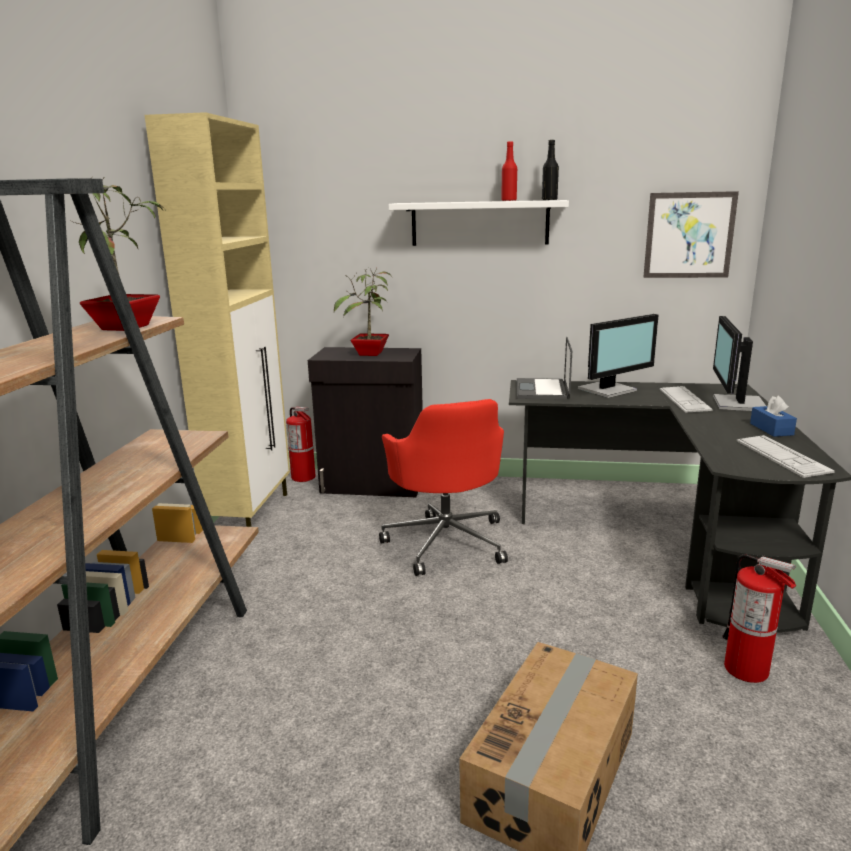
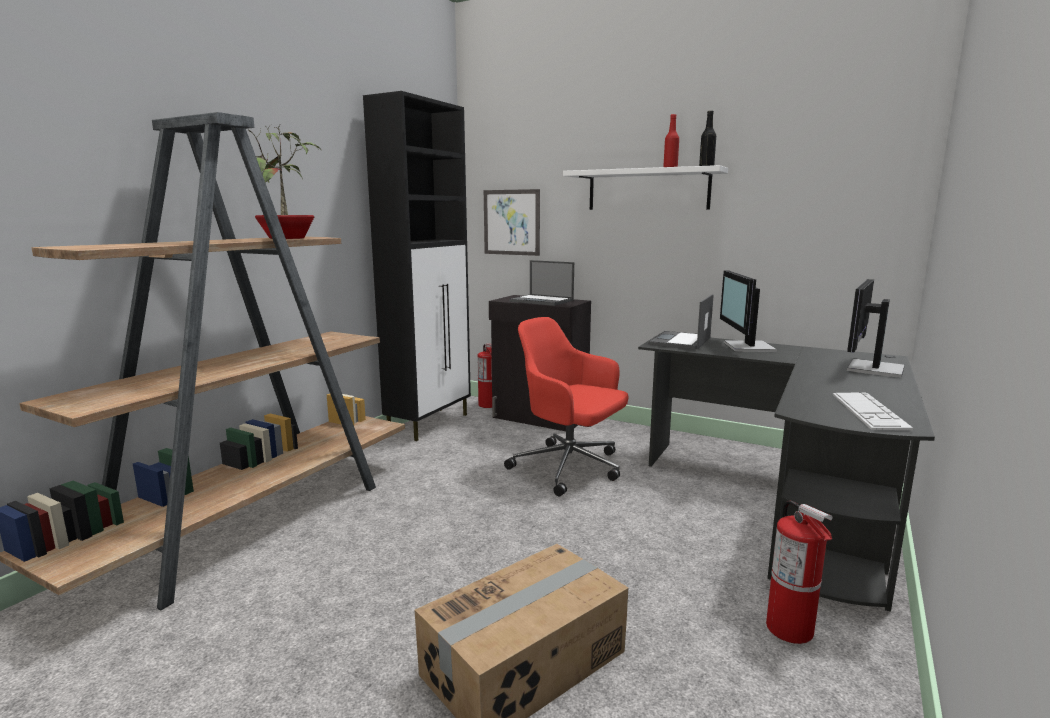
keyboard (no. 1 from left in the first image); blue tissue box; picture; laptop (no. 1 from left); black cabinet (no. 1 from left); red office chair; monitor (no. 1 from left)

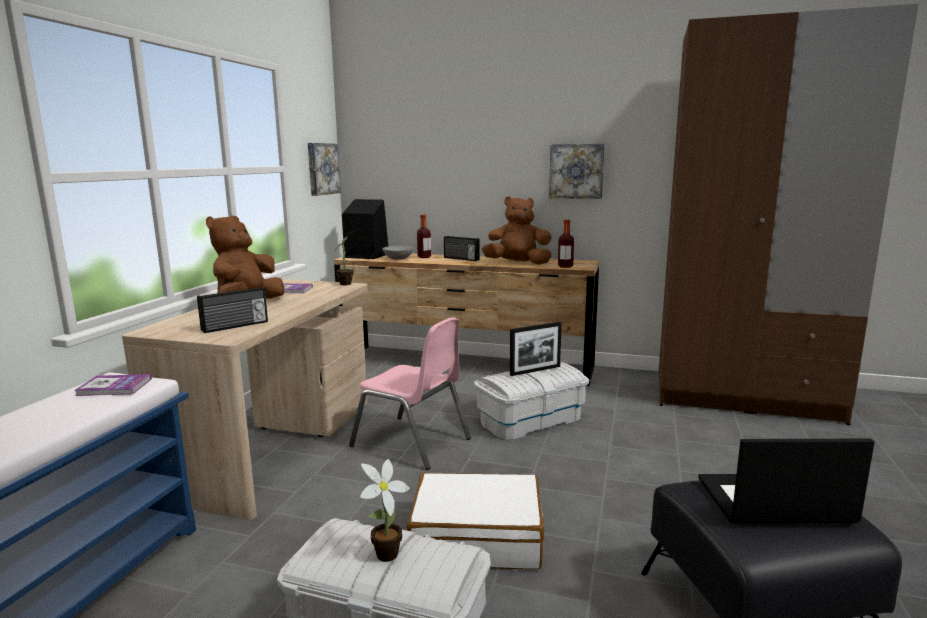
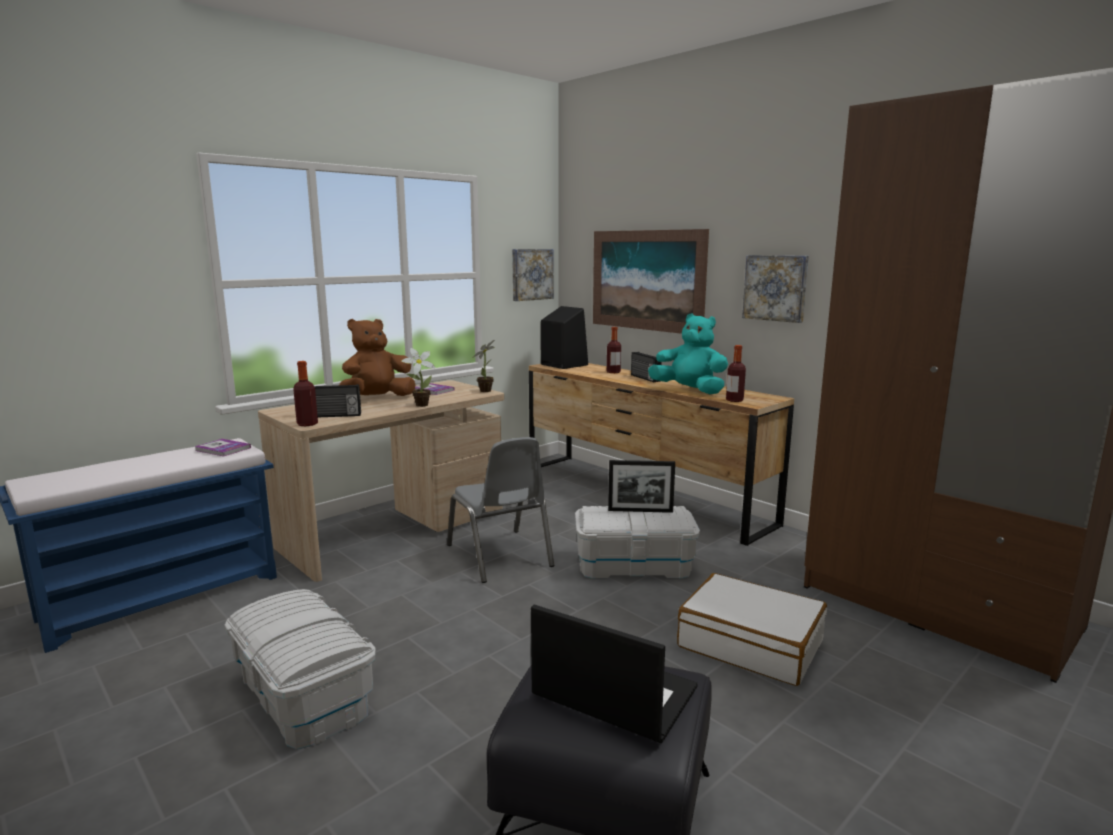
grey bowl; bottle (no. 1 from left); picture (no. 2 from left); potted plant (no. 1 from left); white suitcase; grey chair; turquoise plush toy

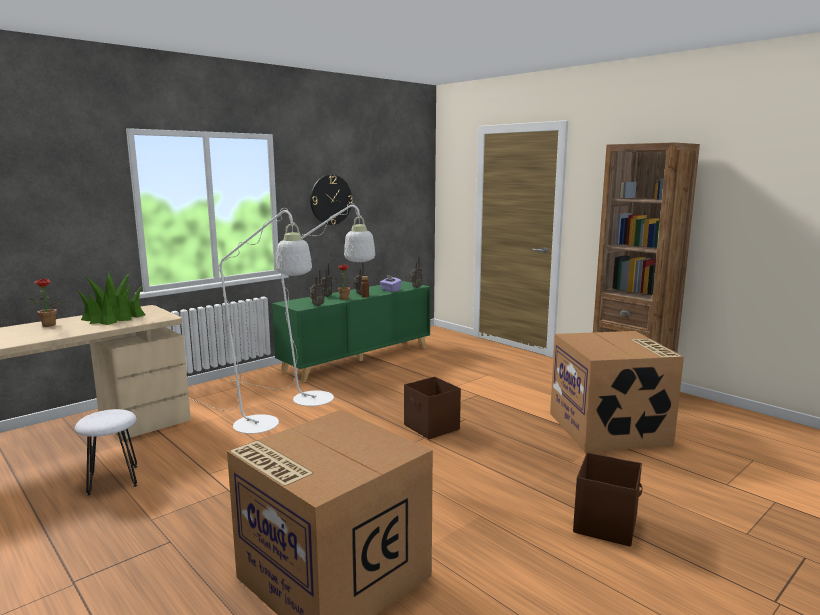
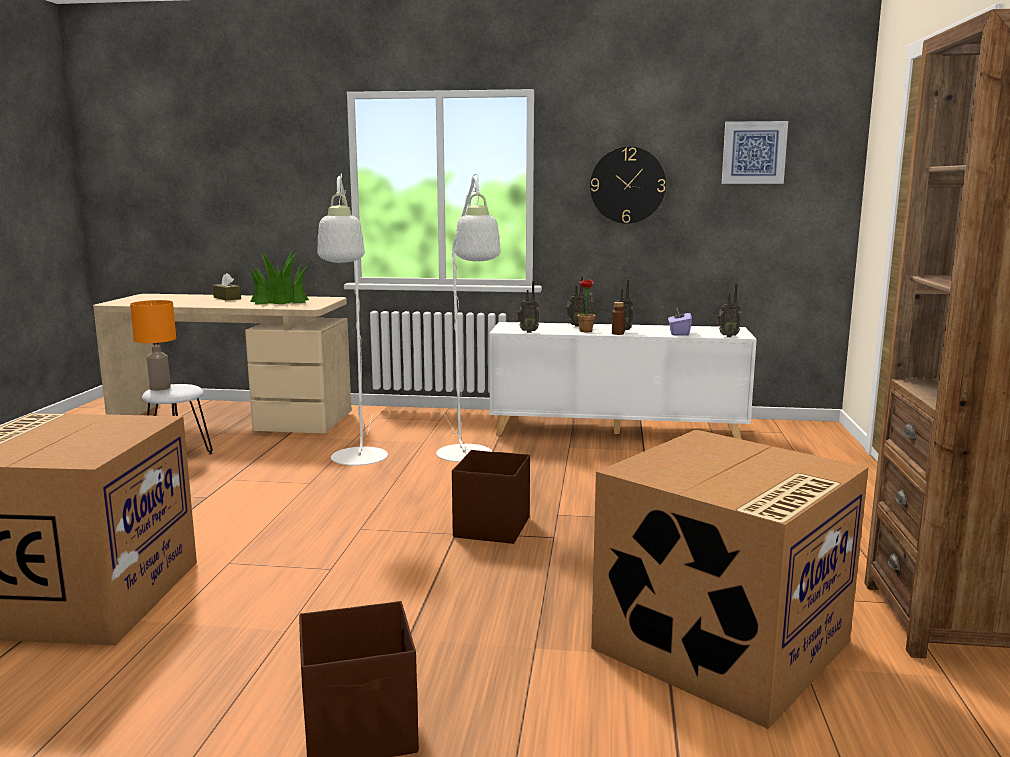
orange table lamp; picture; brown tissue box; white cabinet

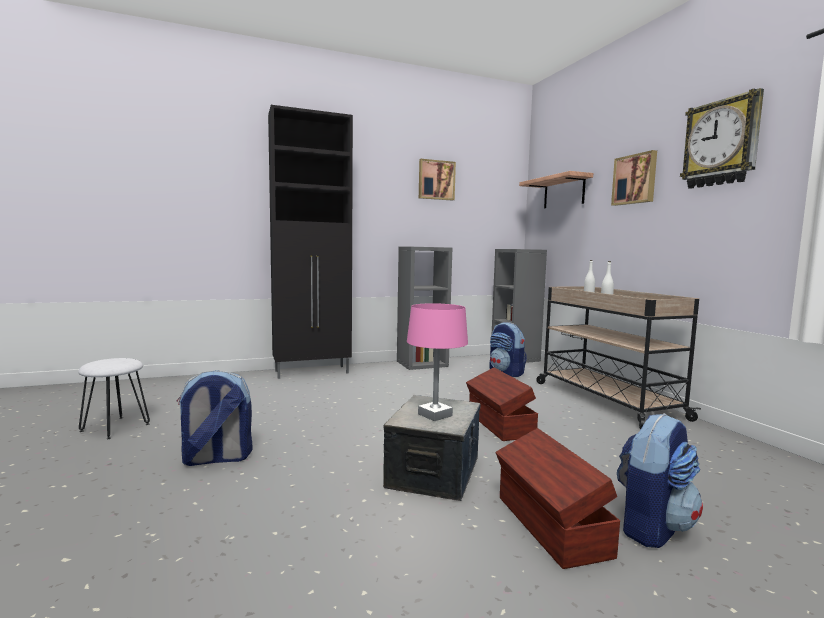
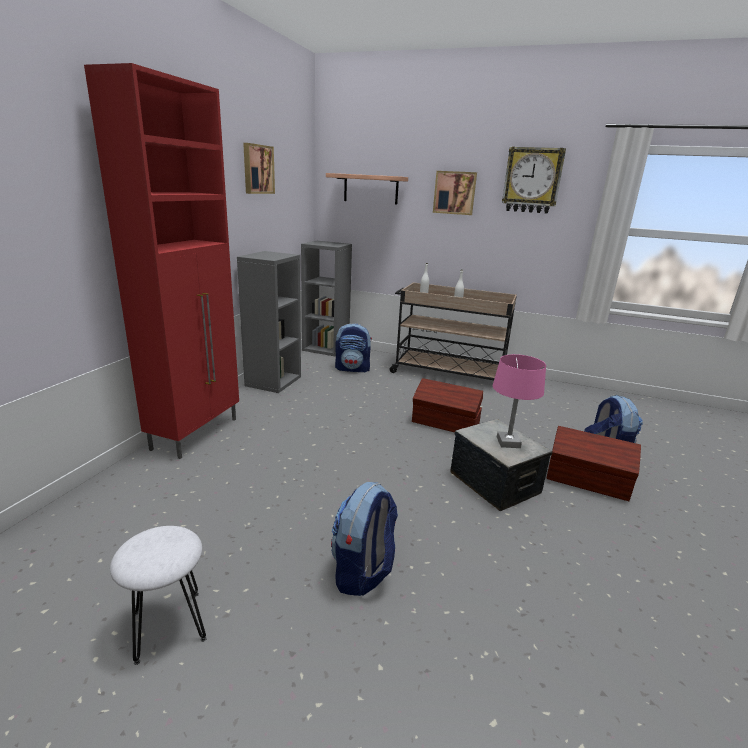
red cabinet

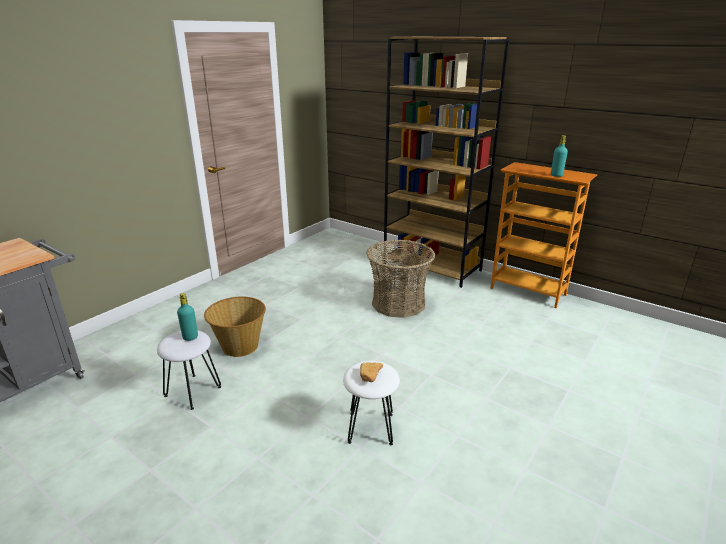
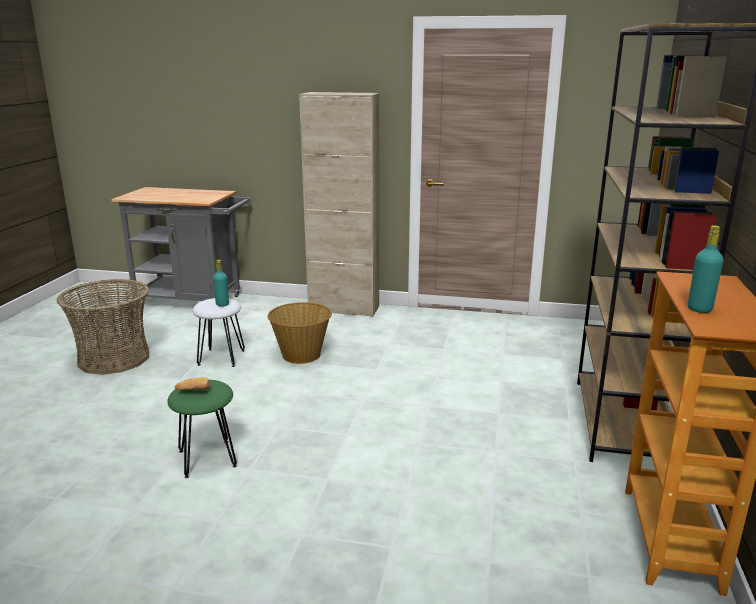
beige cabinet; basket (no. 1 from left); green stool

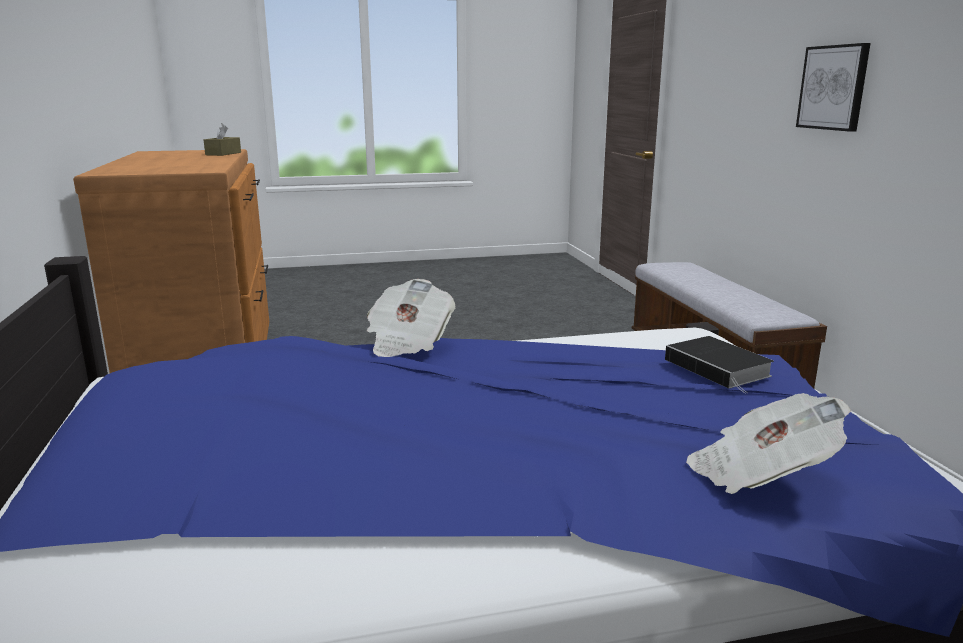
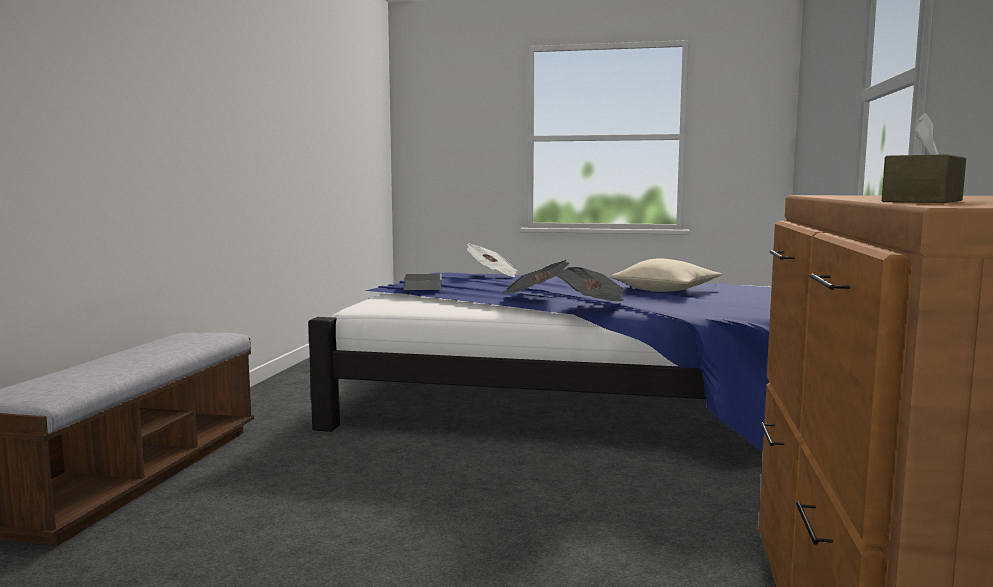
picture; newspaper (no. 2 from left); beige pillow

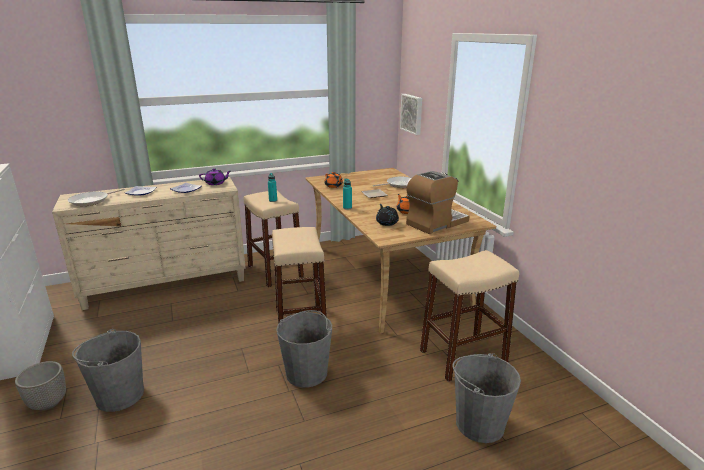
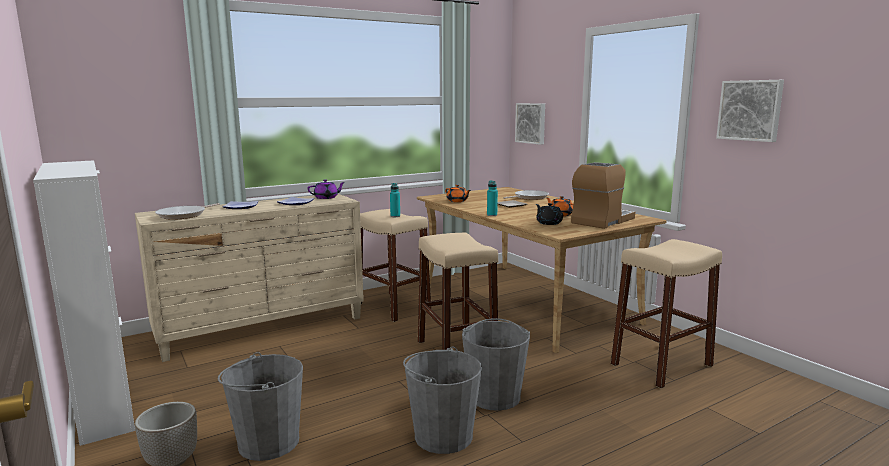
picture (no. 2 from left); grey bucket (no. 2 from left)

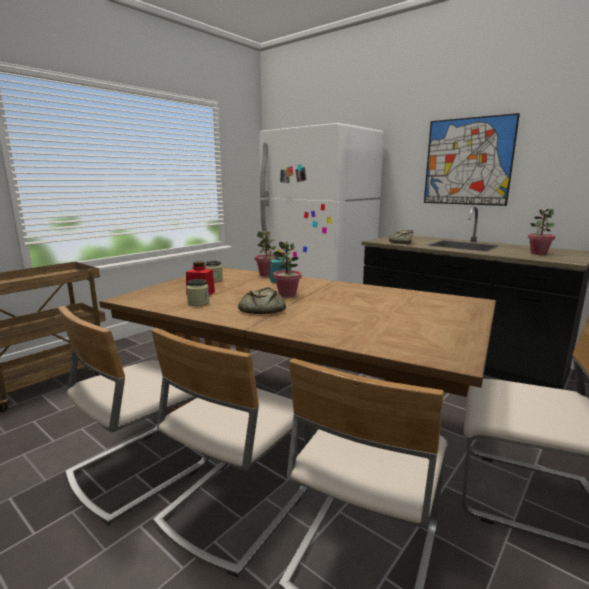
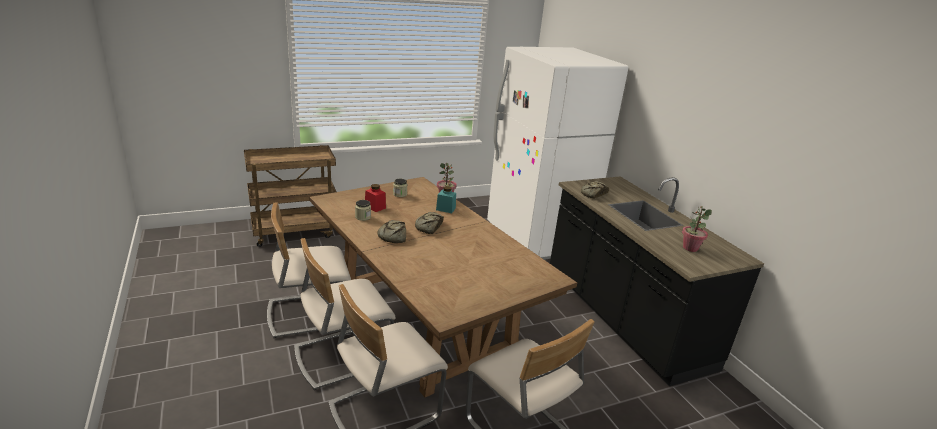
picture; bread (no. 2 from left)

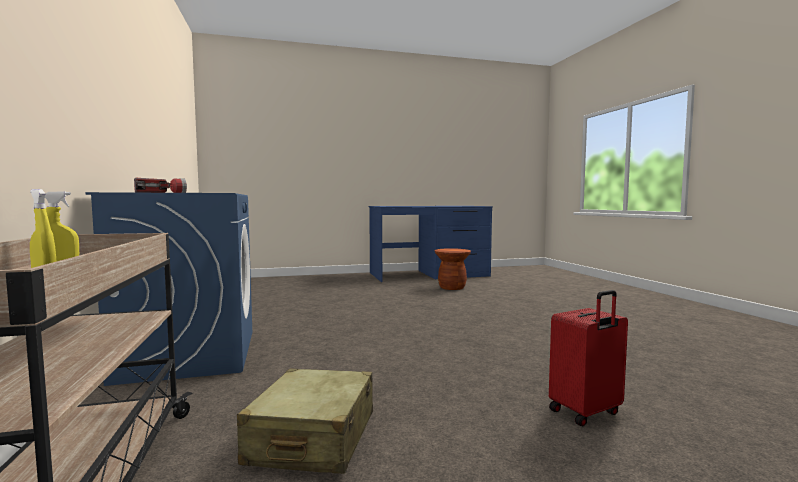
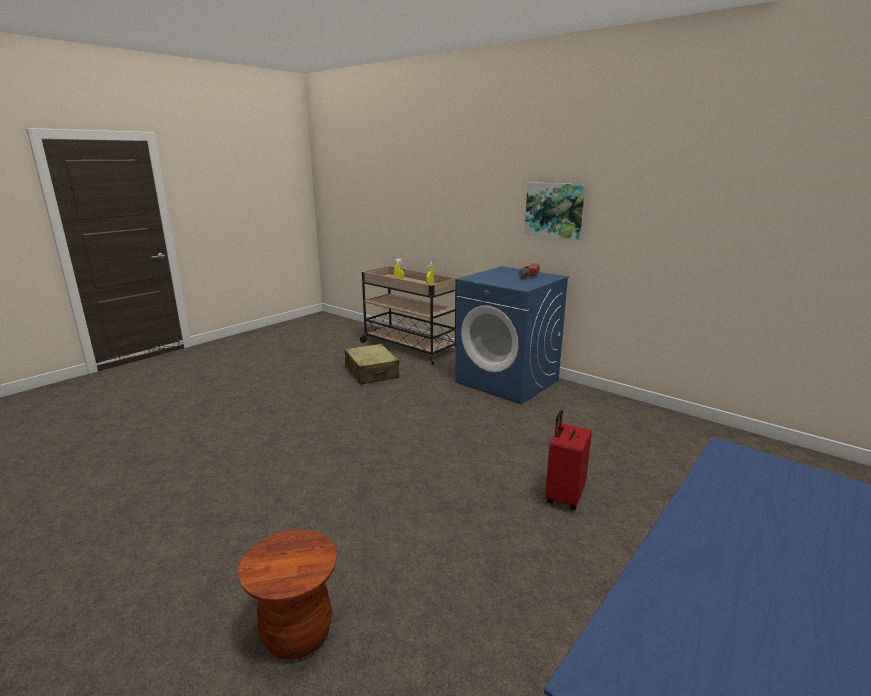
picture; brown stool; red suitcase

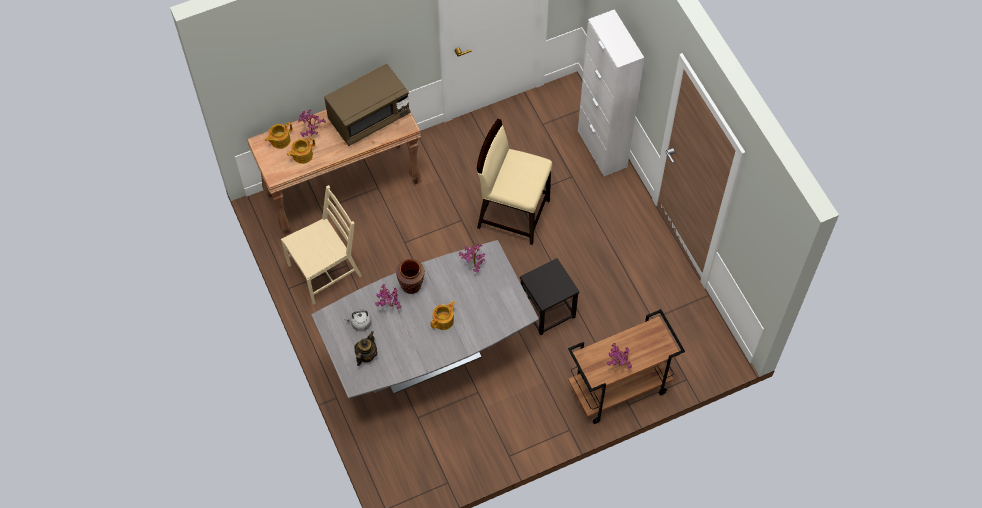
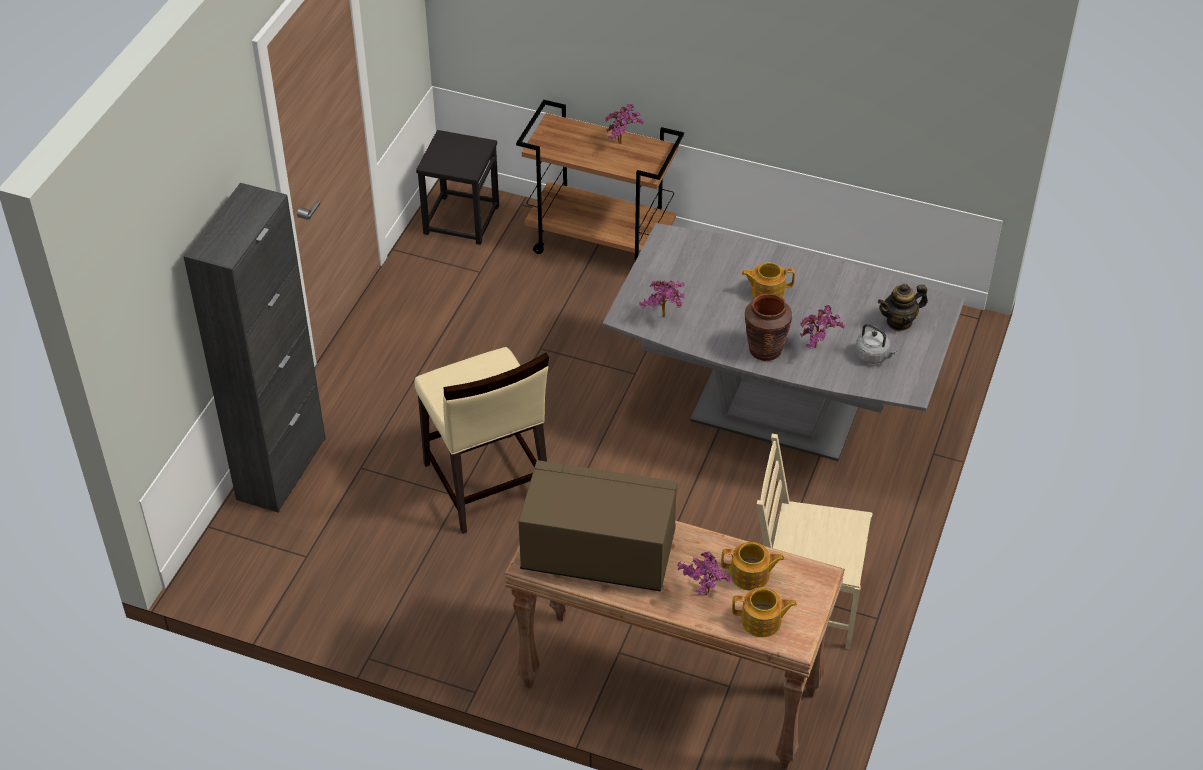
black stool; black cabinet

